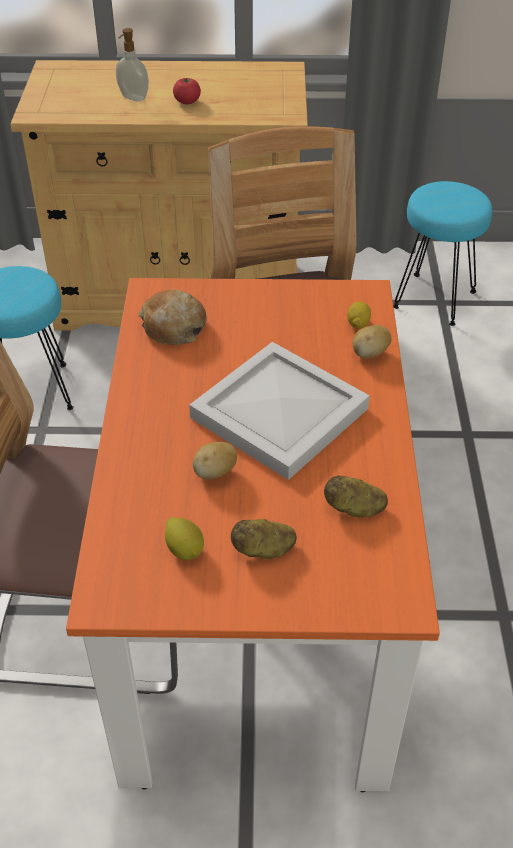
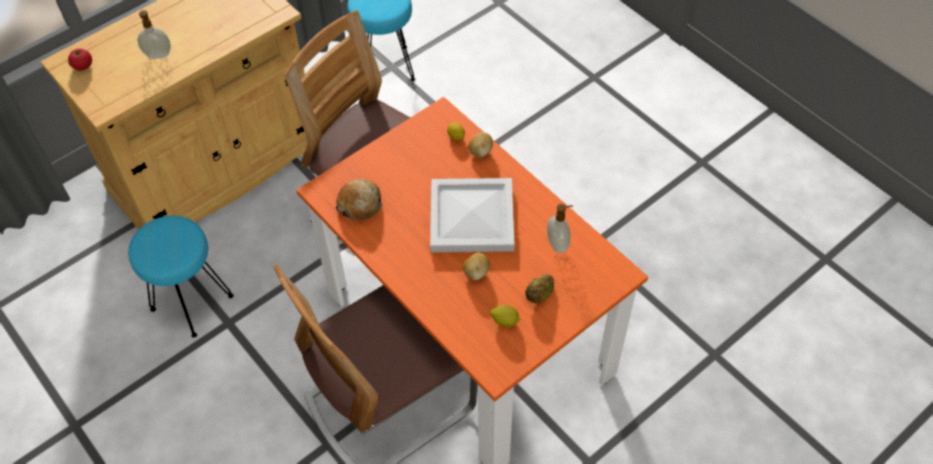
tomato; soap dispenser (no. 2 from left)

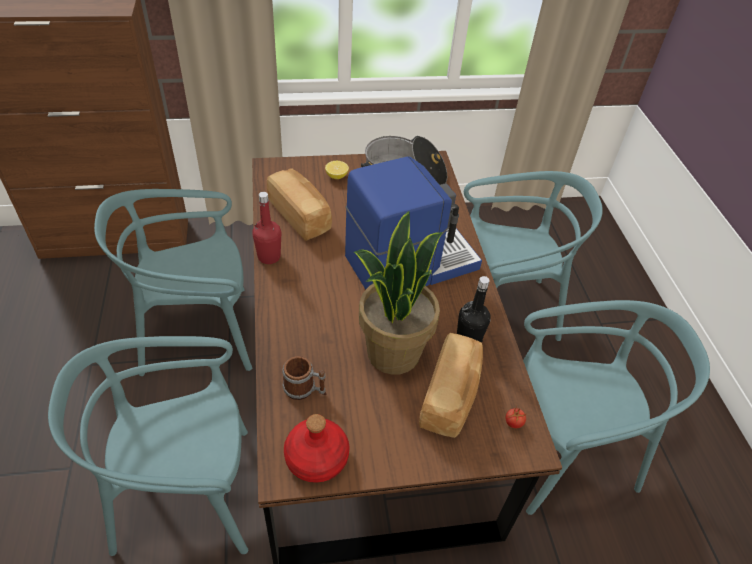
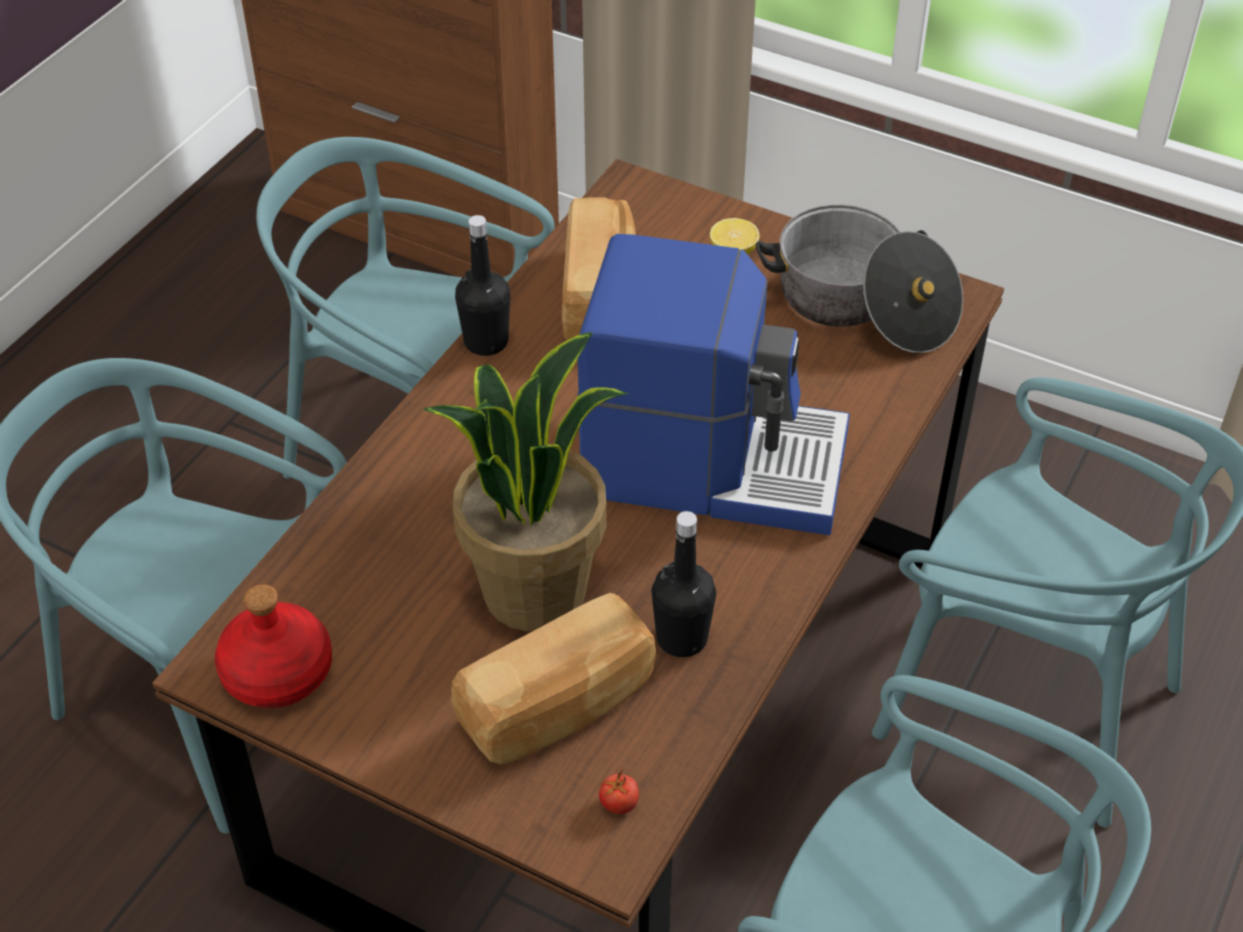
mug; black bottle (no. 1 from left)

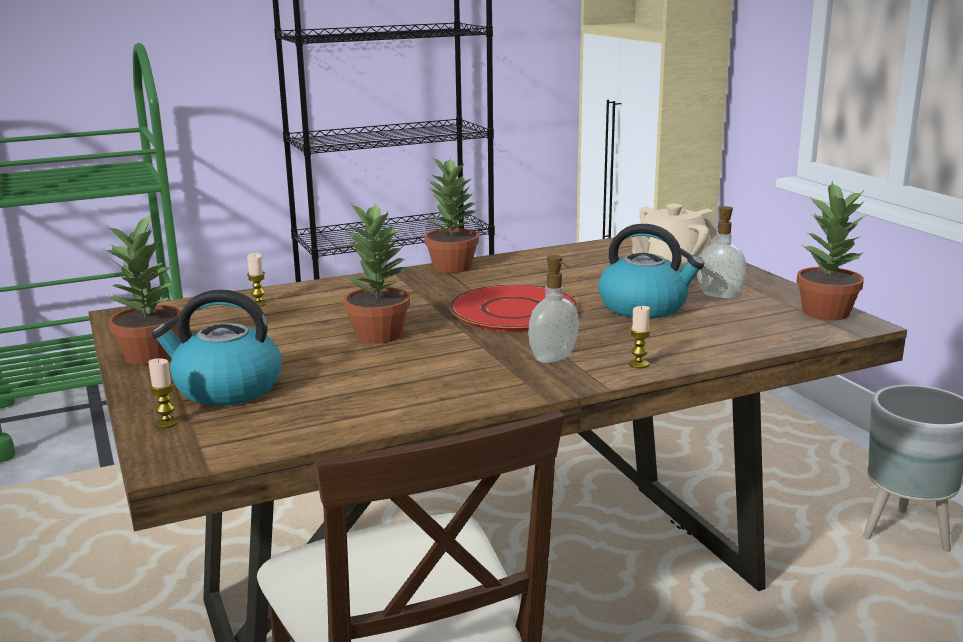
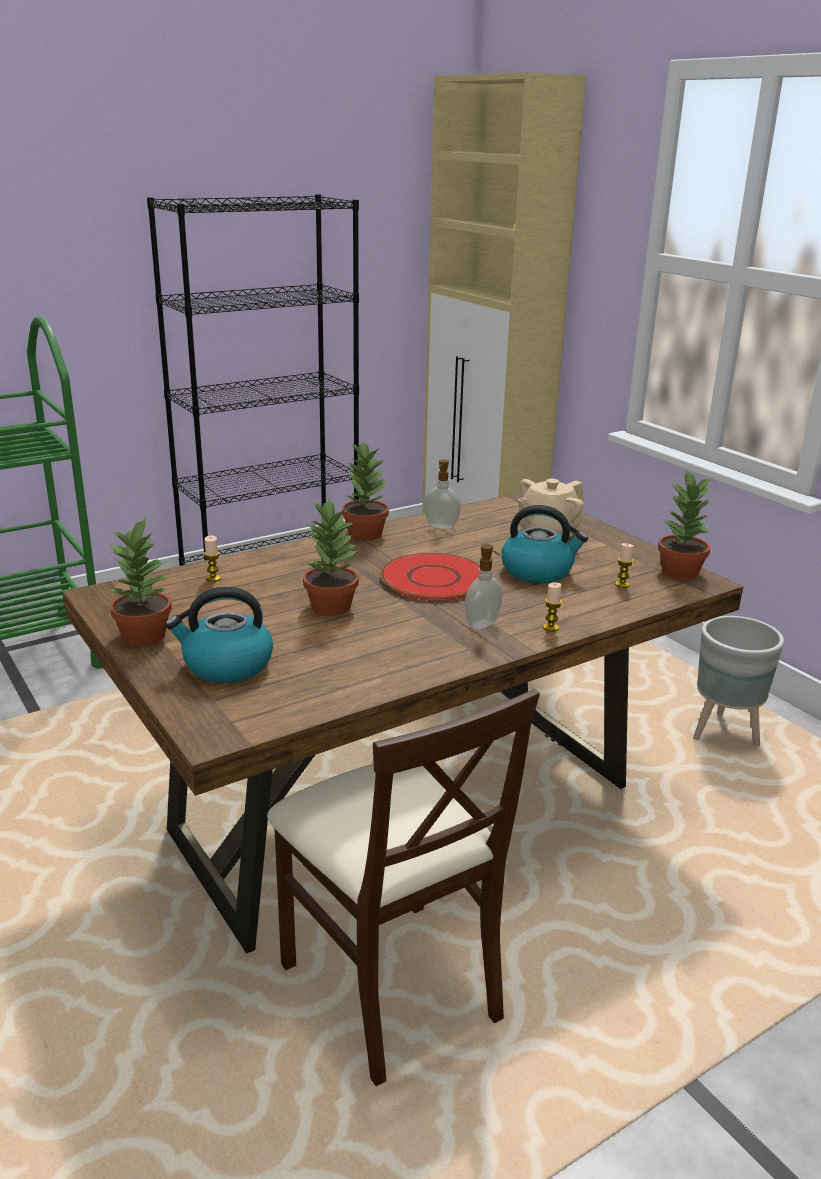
candle (no. 3 from left); soap dispenser (no. 1 from left)

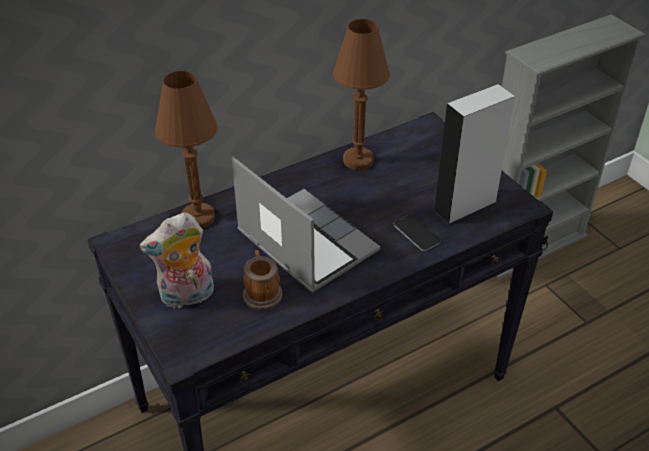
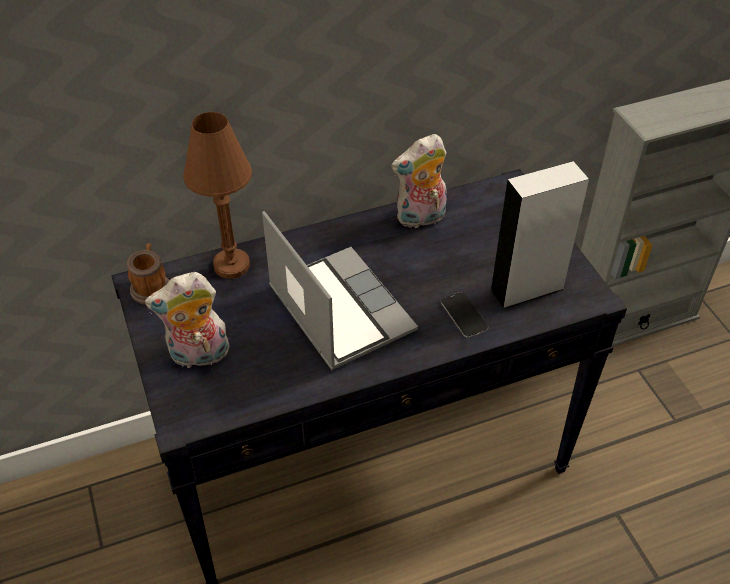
mug; plush toy (no. 2 from left)

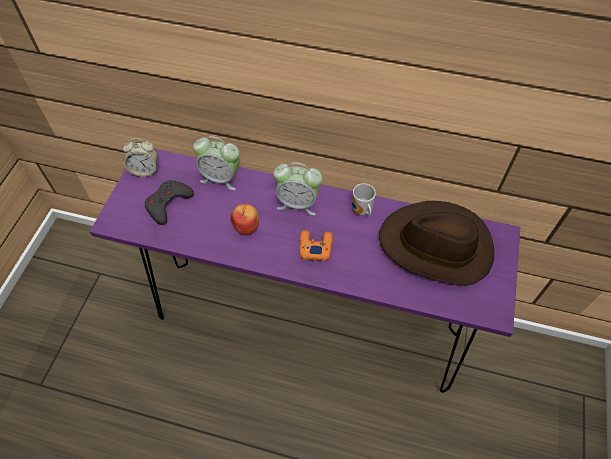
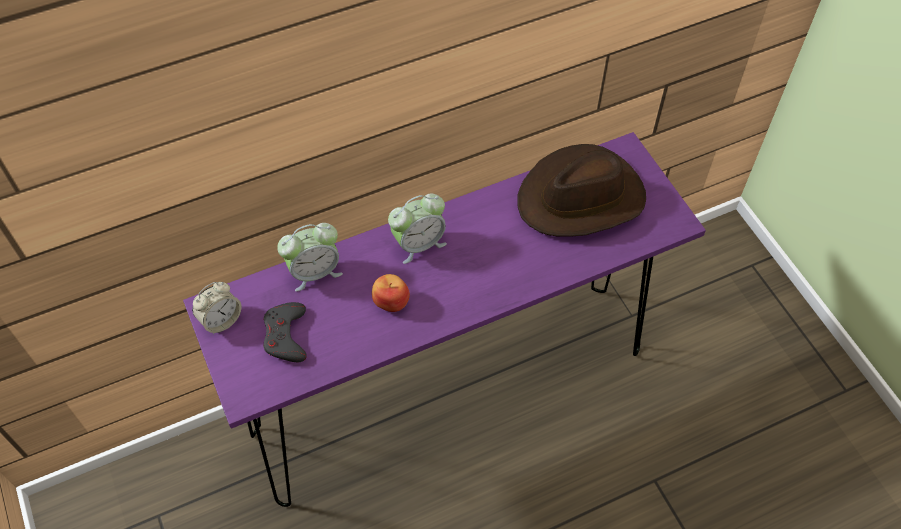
orange game controller; mug

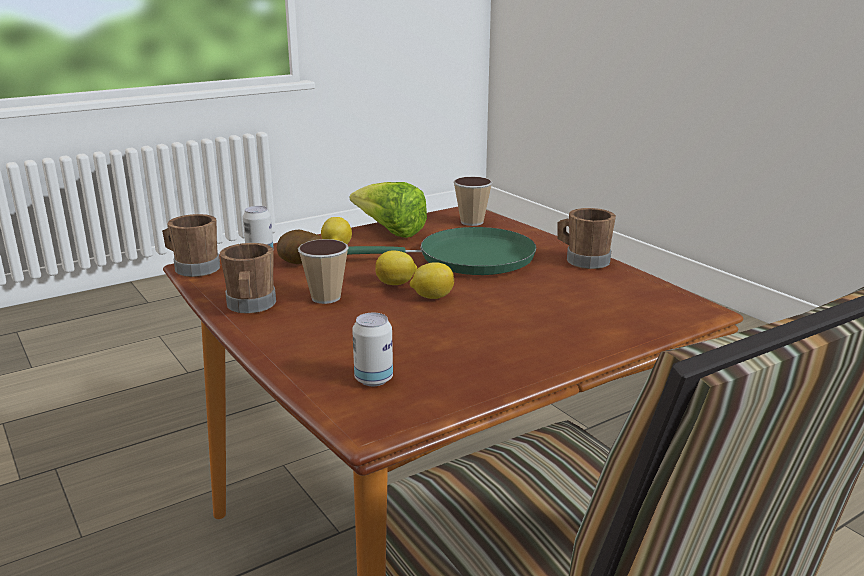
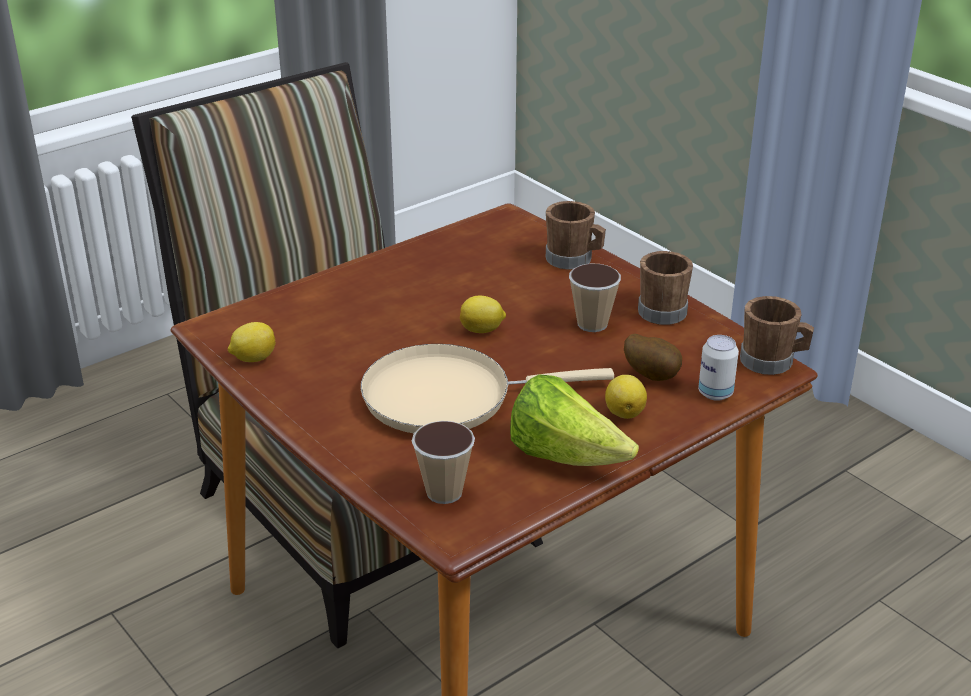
can (no. 2 from left in the first image); lemon (no. 1 from left); brown mug (no. 1 from left); beige frying pan

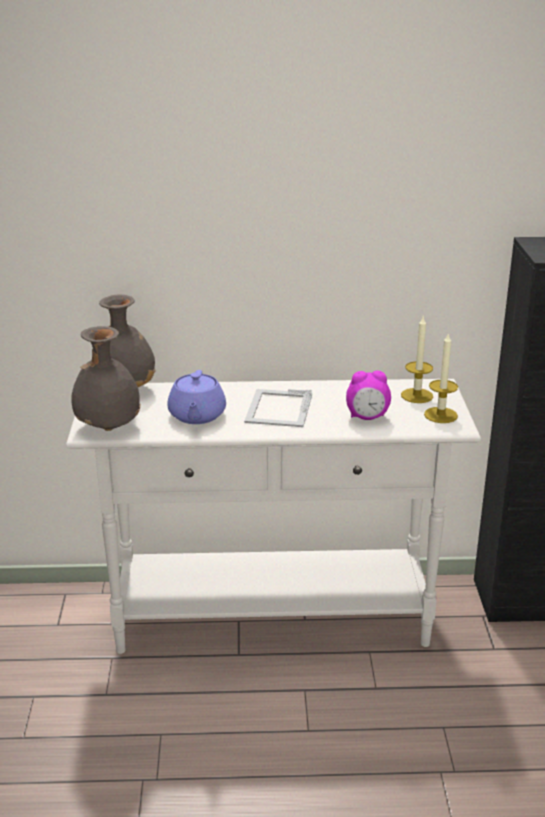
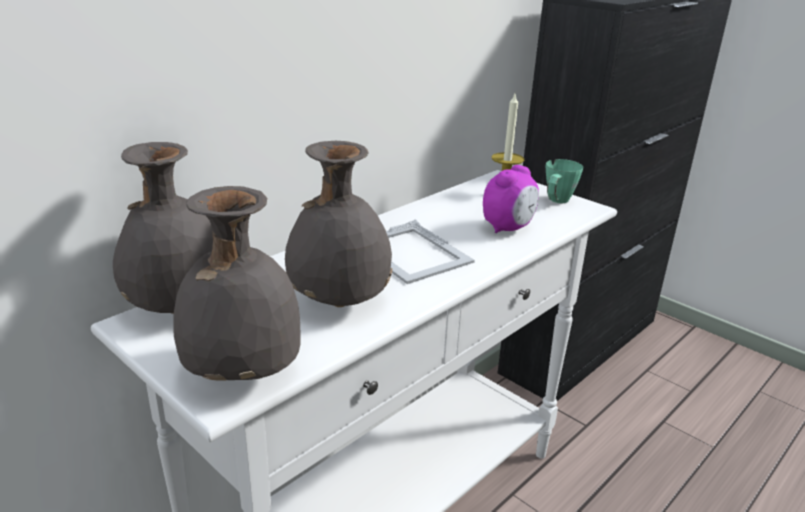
grey vase (no. 3 from left); green mug

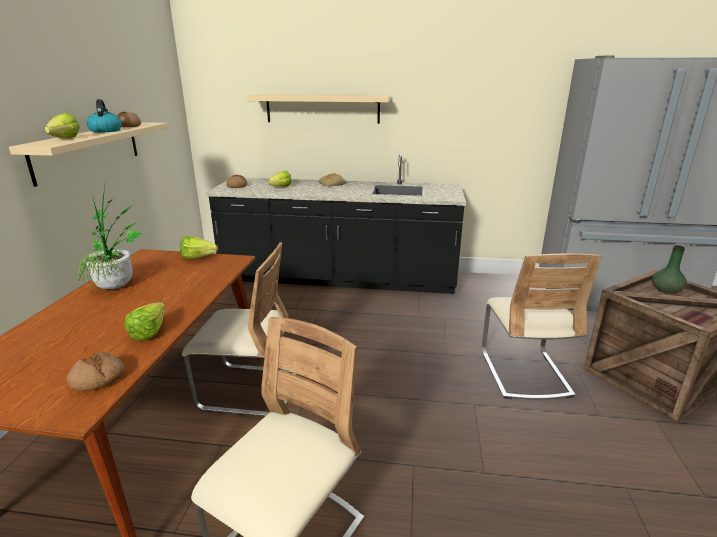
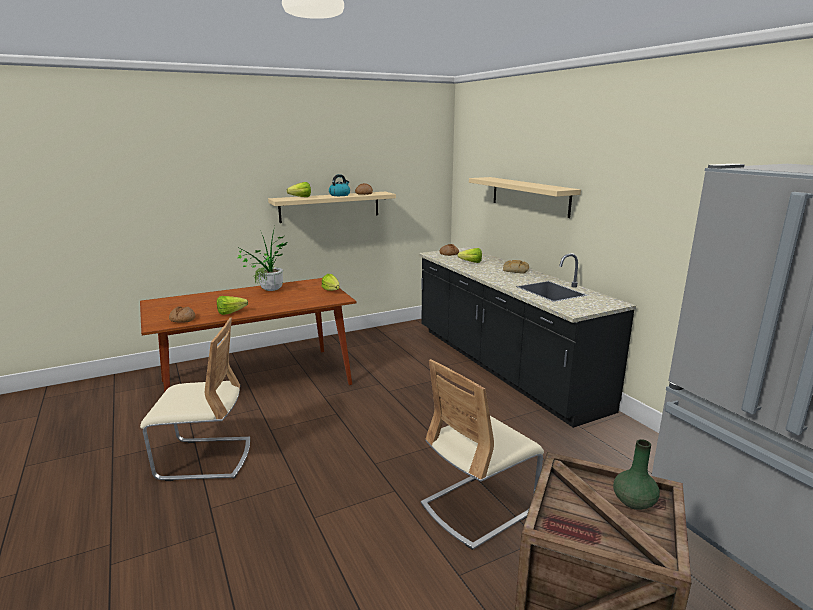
beige chair (no. 1 from left in the first image)

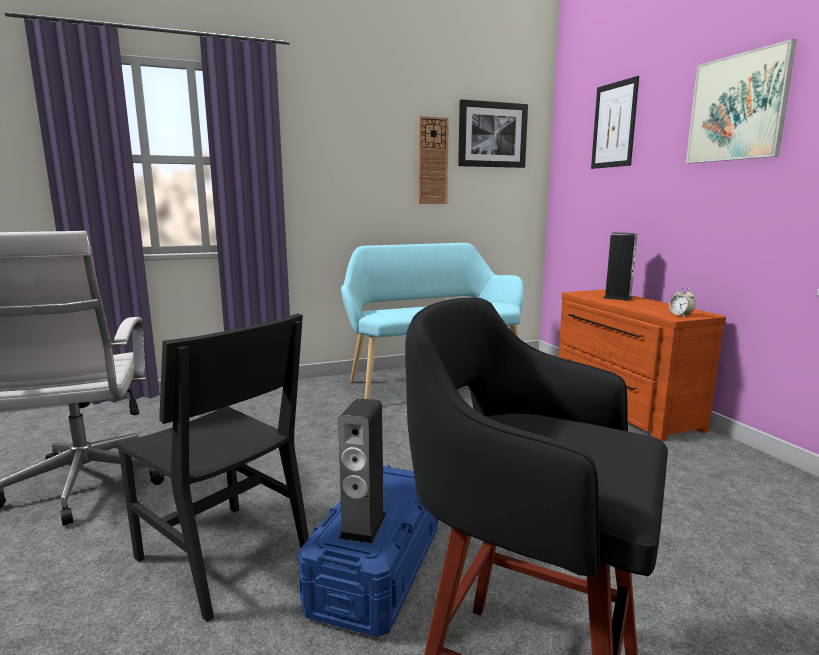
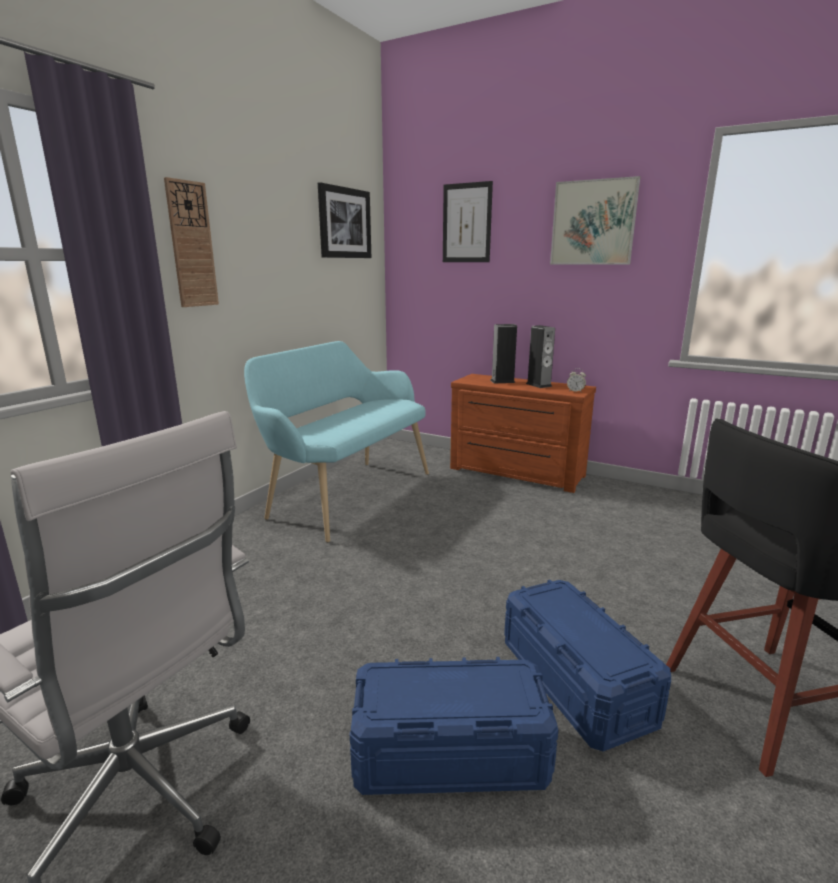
speaker (no. 2 from left); wall clock; blue storage box (no. 1 from left)

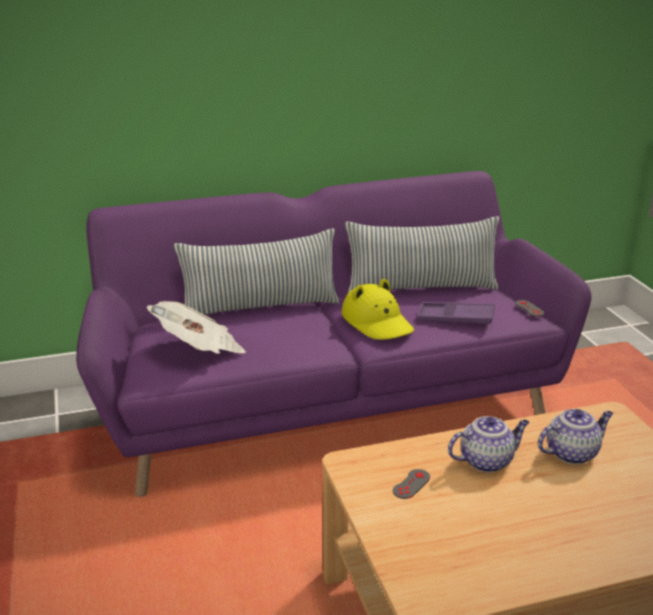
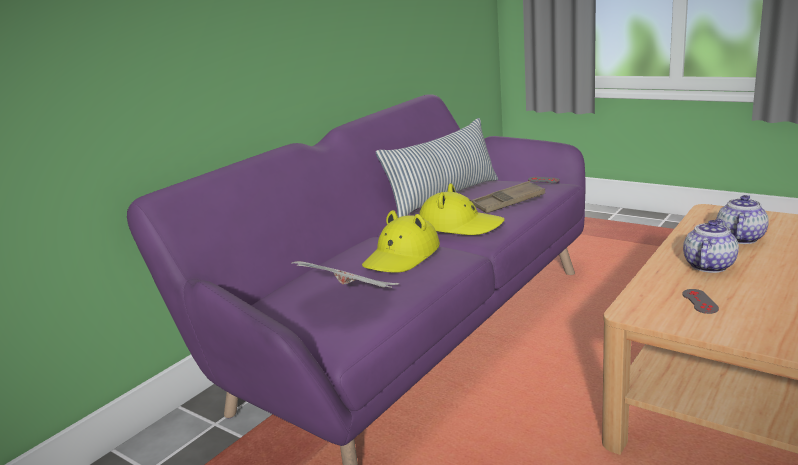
pillow (no. 1 from left in the first image); yellow hat (no. 1 from left); brown tray

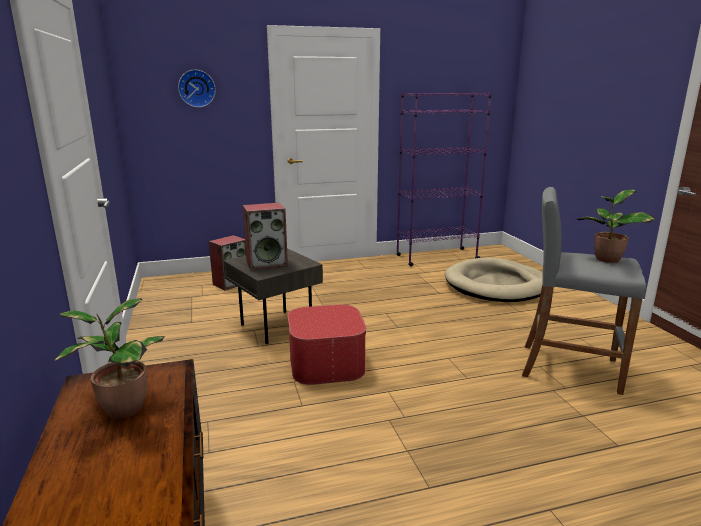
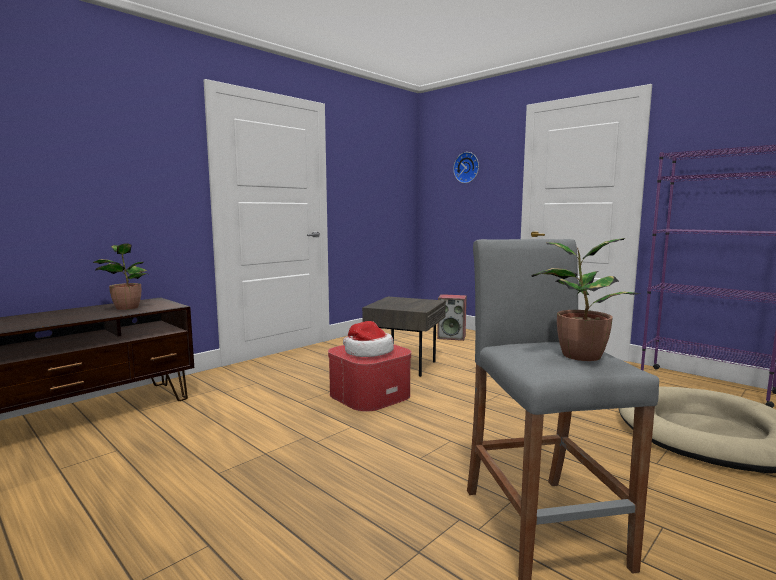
speaker (no. 2 from left in the first image); hat

